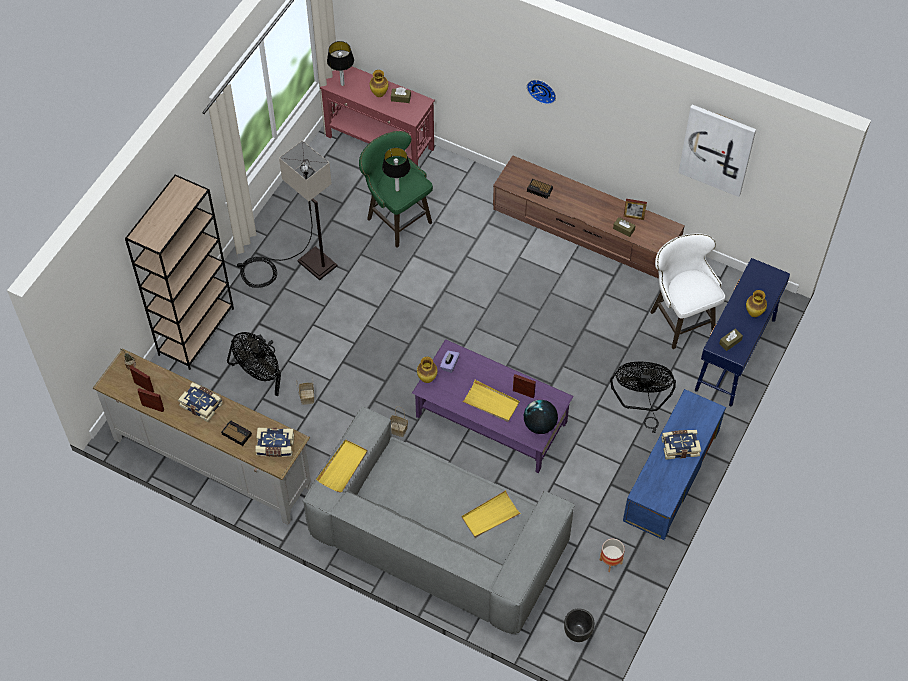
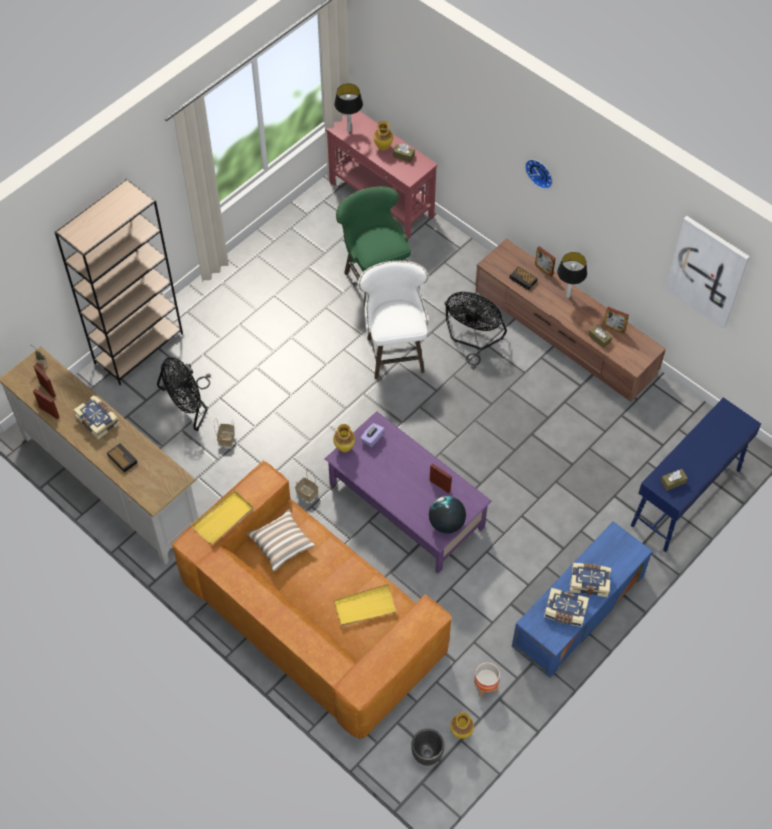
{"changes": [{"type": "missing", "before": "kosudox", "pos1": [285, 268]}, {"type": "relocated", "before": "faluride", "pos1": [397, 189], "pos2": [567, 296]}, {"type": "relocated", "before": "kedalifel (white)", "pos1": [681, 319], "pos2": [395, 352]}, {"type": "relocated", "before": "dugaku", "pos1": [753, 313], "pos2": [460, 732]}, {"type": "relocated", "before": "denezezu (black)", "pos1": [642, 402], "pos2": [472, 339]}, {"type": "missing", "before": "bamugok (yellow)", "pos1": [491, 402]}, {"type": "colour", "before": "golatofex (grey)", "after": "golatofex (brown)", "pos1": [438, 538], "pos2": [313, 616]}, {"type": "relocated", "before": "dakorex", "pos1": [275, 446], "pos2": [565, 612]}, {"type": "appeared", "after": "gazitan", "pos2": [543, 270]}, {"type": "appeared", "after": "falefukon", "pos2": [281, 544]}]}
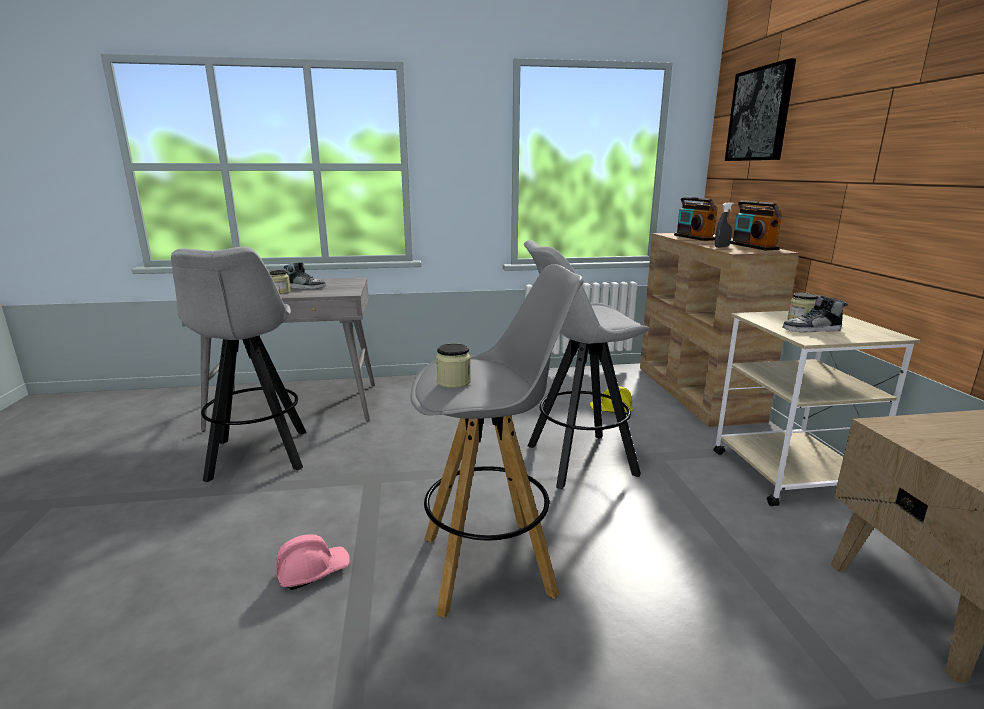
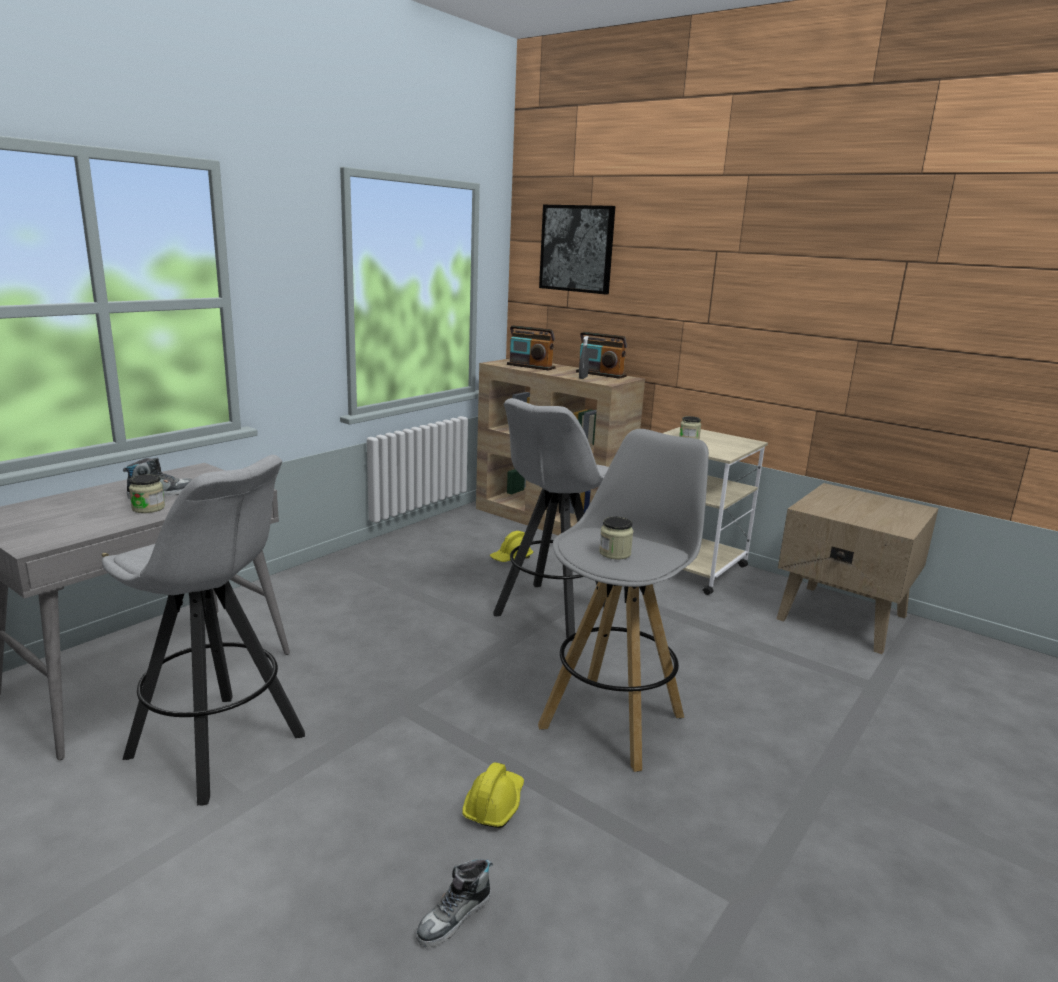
{"changes": [{"type": "relocated", "before": "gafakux", "pos1": [811, 330], "pos2": [454, 917]}, {"type": "colour", "before": "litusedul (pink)", "after": "litusedul (yellow)", "pos1": [313, 571], "pos2": [494, 804]}]}
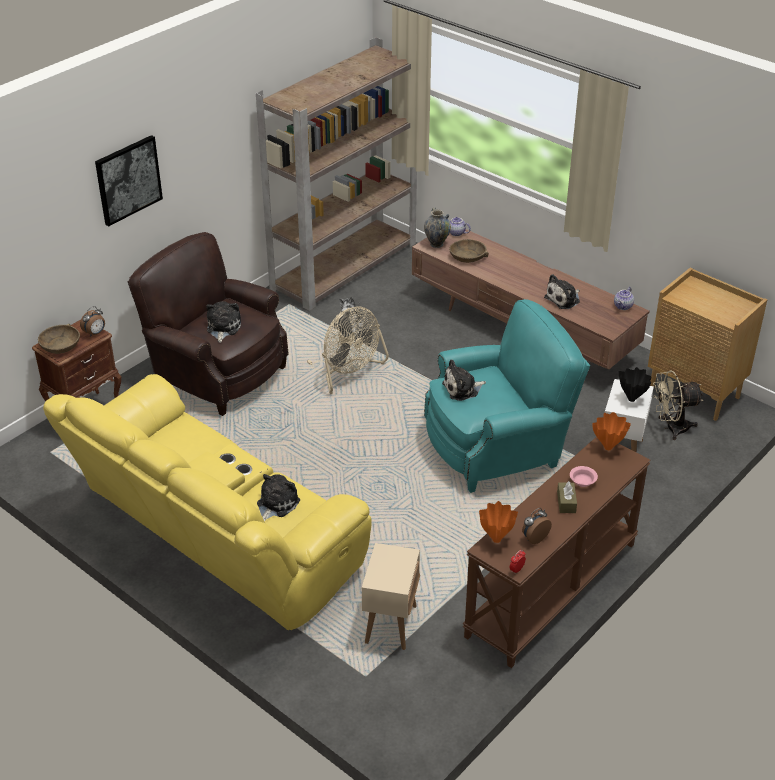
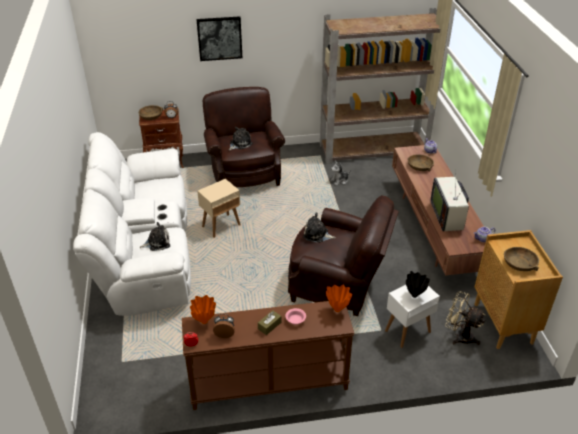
{"changes": [{"type": "missing", "before": "dugaku", "pos1": [436, 244]}, {"type": "exchanged", "before": "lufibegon", "after": "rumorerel", "pos1": [564, 299], "pos2": [448, 216]}, {"type": "colour", "before": "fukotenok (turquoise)", "after": "fukotenok (brown)", "pos1": [498, 446], "pos2": [338, 285]}, {"type": "missing", "before": "denezezu (beige)", "pos1": [345, 373]}, {"type": "colour", "before": "golatofex (yellow)", "after": "golatofex (white)", "pos1": [213, 539], "pos2": [144, 250]}, {"type": "relocated", "before": "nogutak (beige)", "pos1": [391, 623], "pos2": [221, 225]}, {"type": "appeared", "after": "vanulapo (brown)", "pos2": [520, 263]}]}
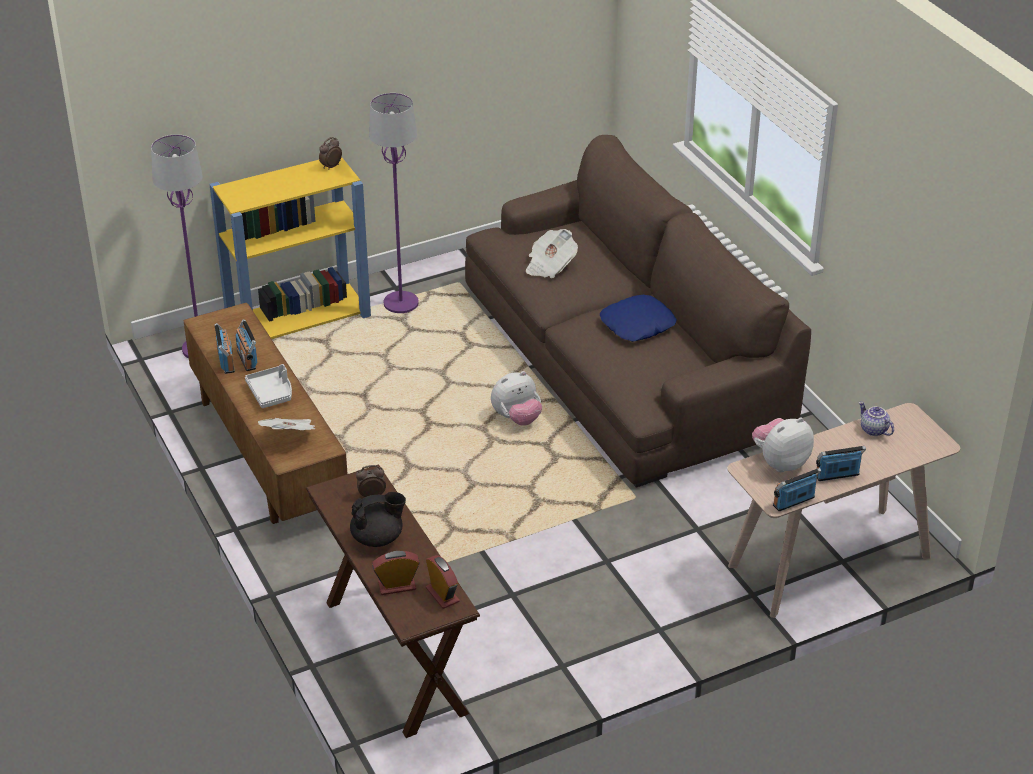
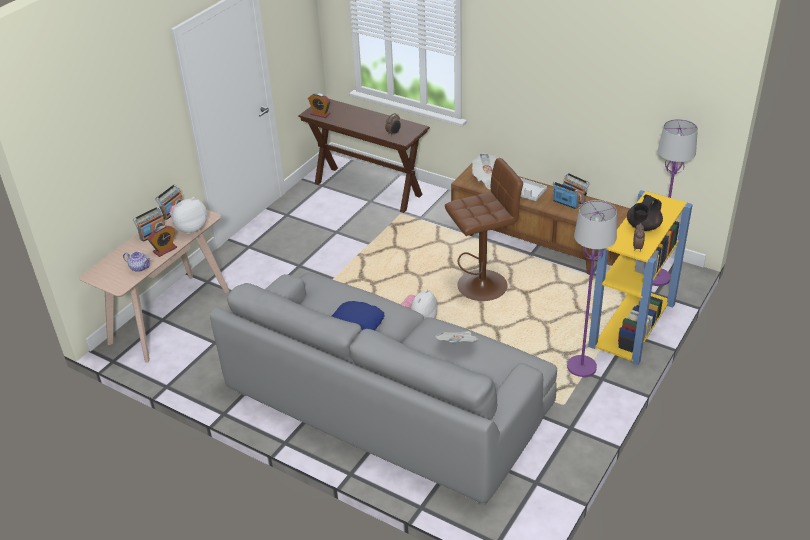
{"changes": [{"type": "colour", "before": "golatofex (brown)", "after": "golatofex (grey)", "pos1": [622, 357], "pos2": [388, 396]}, {"type": "spun", "before": "lufibegon", "pos1": [780, 462], "pos2": [190, 228], "turn": -150}, {"type": "relocated", "before": "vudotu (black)", "pos1": [378, 538], "pos2": [643, 227]}, {"type": "relocated", "before": "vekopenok", "pos1": [397, 586], "pos2": [165, 250]}, {"type": "appeared", "after": "kedalifel (brown)", "pos2": [483, 285]}]}
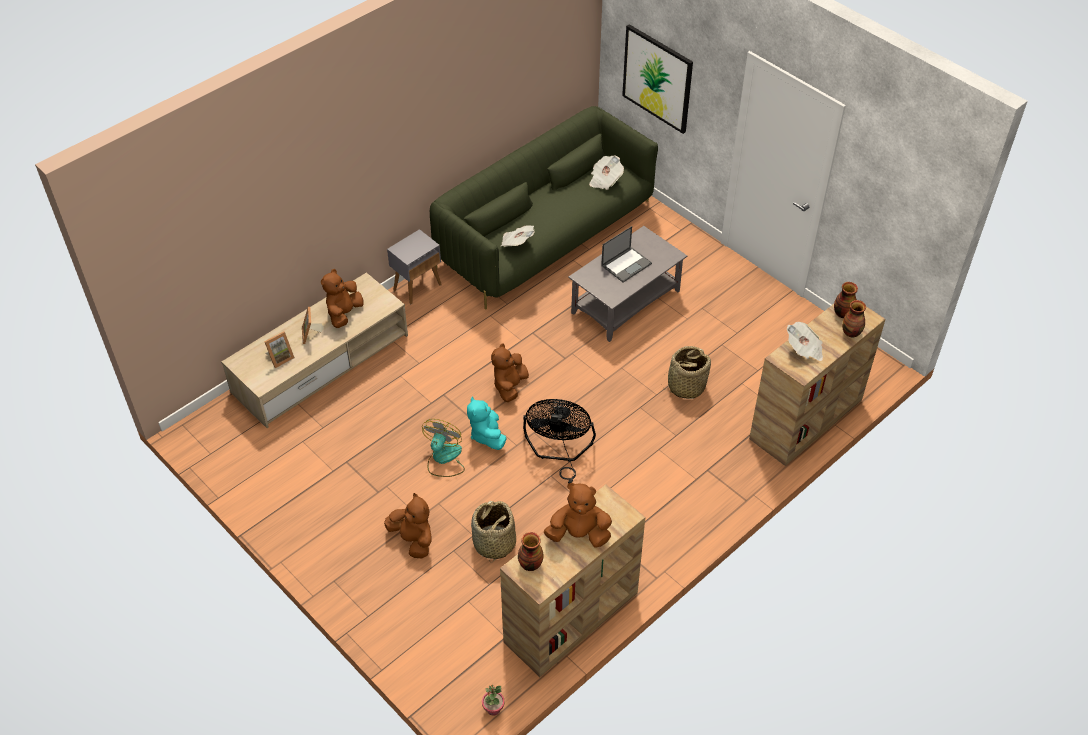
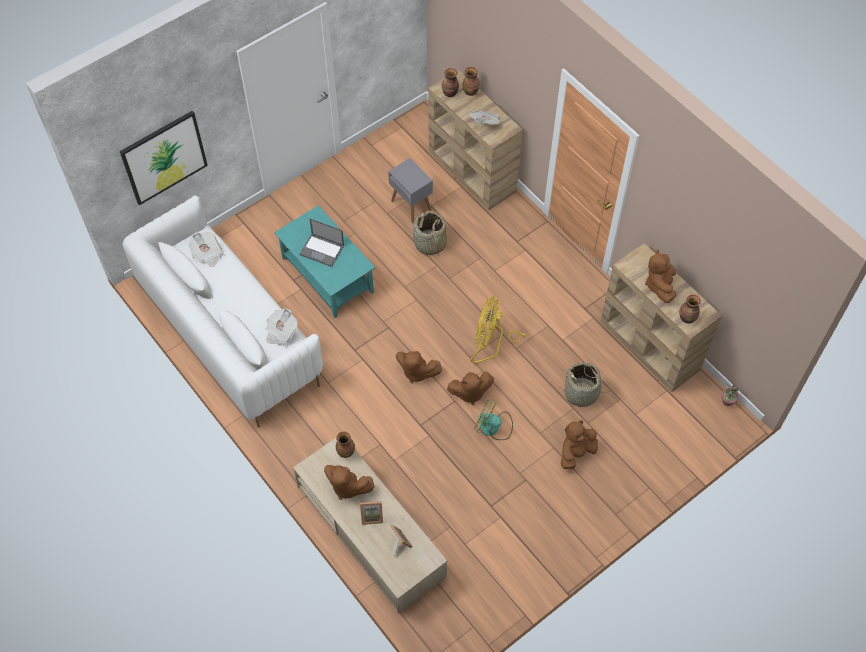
{"changes": [{"type": "colour", "before": "golatofex (green)", "after": "golatofex (white)", "pos1": [546, 235], "pos2": [229, 329]}, {"type": "colour", "before": "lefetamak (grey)", "after": "lefetamak (turquoise)", "pos1": [626, 301], "pos2": [326, 275]}, {"type": "spun", "before": "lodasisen", "pos1": [626, 264], "pos2": [322, 250], "turn": 150}, {"type": "relocated", "before": "nogutak (grey)", "pos1": [418, 287], "pos2": [410, 205]}, {"type": "colour", "before": "lufibegon (turquoise)", "after": "lufibegon (brown)", "pos1": [487, 435], "pos2": [469, 392]}, {"type": "colour", "before": "denezezu (black)", "after": "denezezu (yellow)", "pos1": [559, 452], "pos2": [491, 340]}, {"type": "appeared", "after": "dugaku", "pos2": [346, 451]}]}
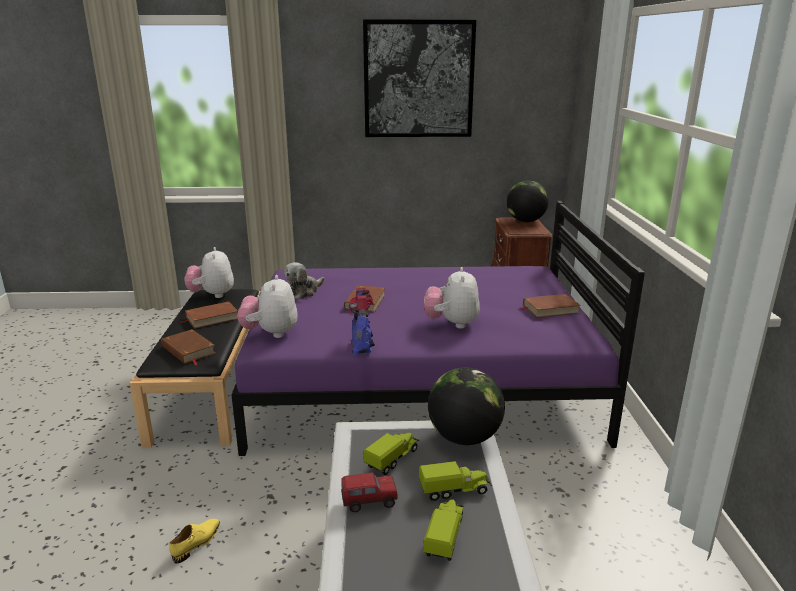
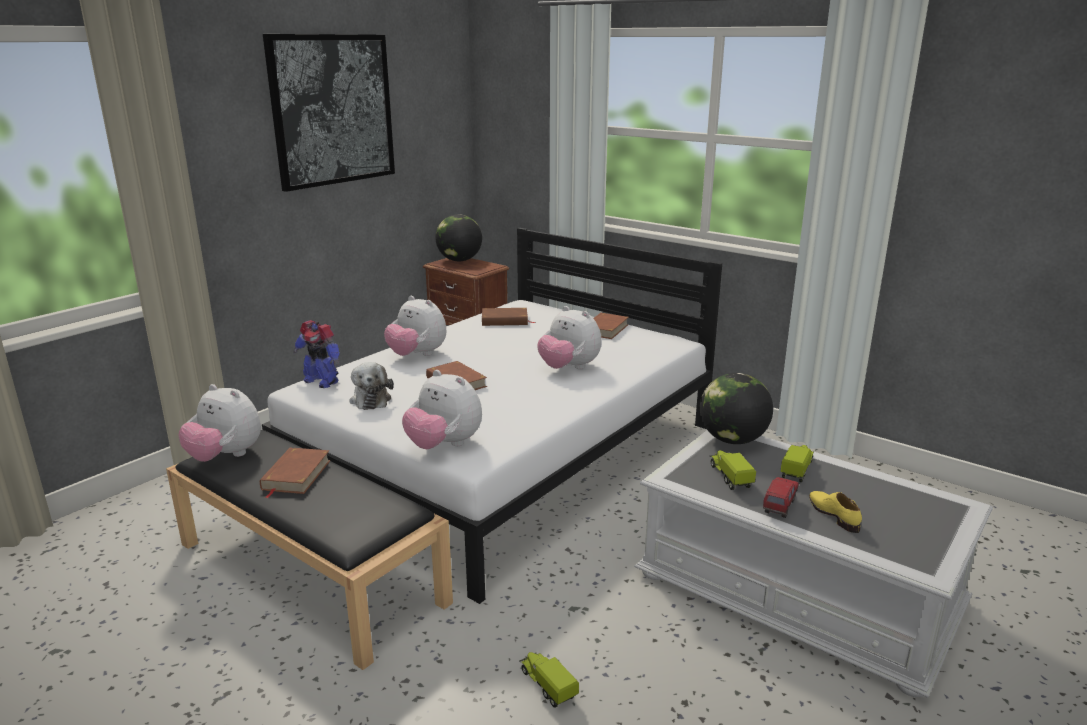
{"changes": [{"type": "colour", "before": "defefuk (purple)", "after": "defefuk (white)", "pos1": [420, 383], "pos2": [506, 456]}, {"type": "relocated", "before": "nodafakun", "pos1": [362, 347], "pos2": [321, 381]}, {"type": "relocated", "before": "dakorex (brown)", "pos1": [188, 350], "pos2": [505, 320]}, {"type": "relocated", "before": "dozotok", "pos1": [445, 537], "pos2": [547, 685]}, {"type": "relocated", "before": "gafakux (yellow)", "pos1": [197, 543], "pos2": [833, 515]}, {"type": "appeared", "after": "lufibegon", "pos2": [417, 355]}]}
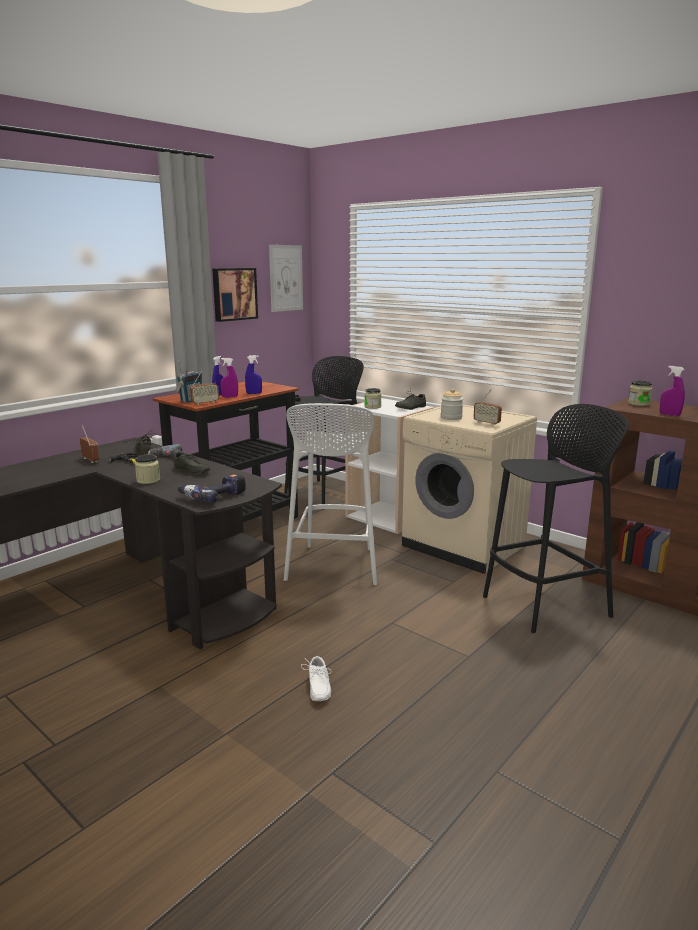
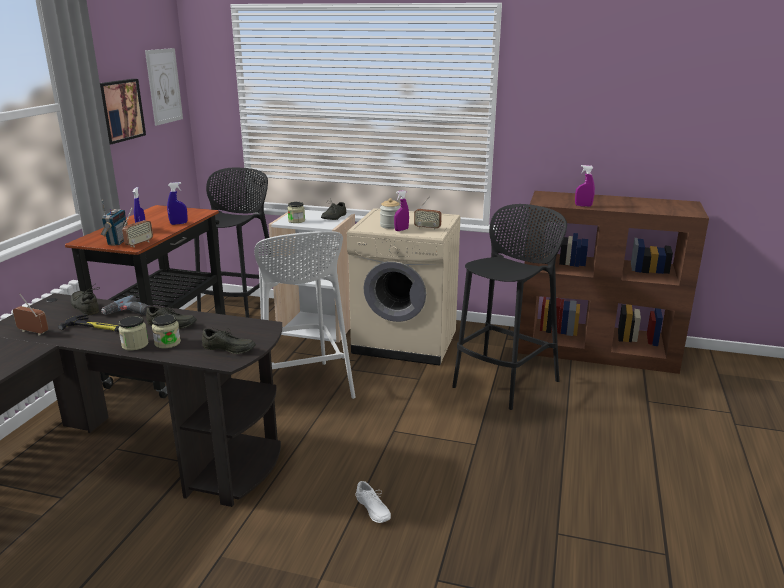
{"changes": [{"type": "relocated", "before": "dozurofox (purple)", "pos1": [230, 397], "pos2": [401, 230]}, {"type": "relocated", "before": "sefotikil", "pos1": [638, 404], "pos2": [167, 343]}, {"type": "exchanged", "before": "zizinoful", "after": "gafakux (grey)", "pos1": [213, 496], "pos2": [228, 349]}]}
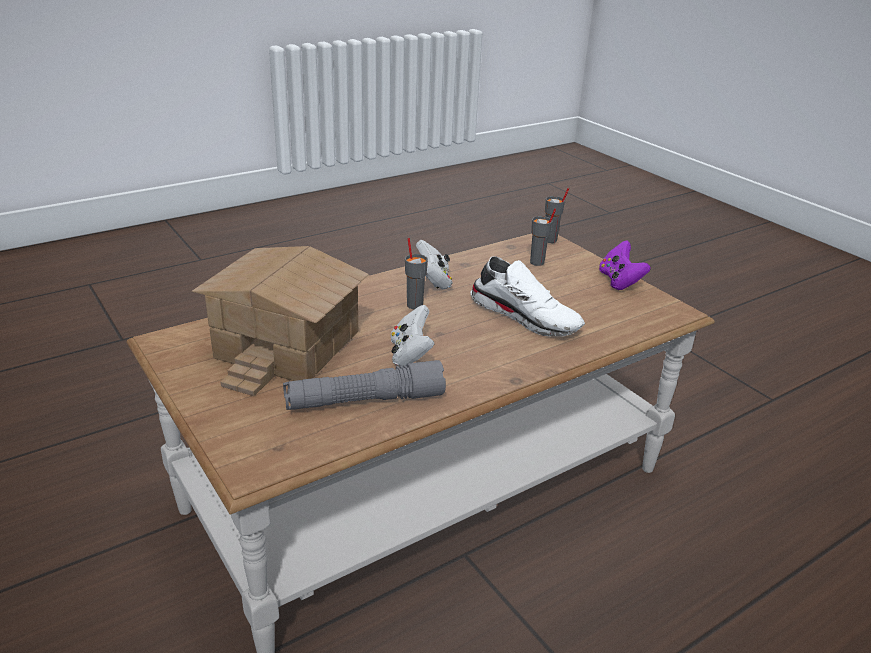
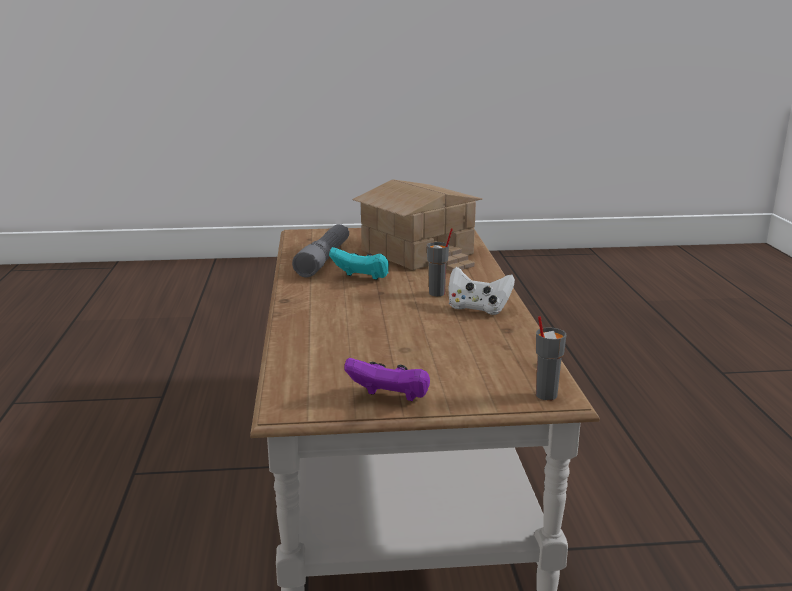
{"changes": [{"type": "missing", "before": "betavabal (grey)", "pos1": [537, 262]}, {"type": "missing", "before": "gafakux (white)", "pos1": [526, 316]}, {"type": "colour", "before": "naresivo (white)", "after": "naresivo (turquoise)", "pos1": [410, 354], "pos2": [361, 278]}]}
